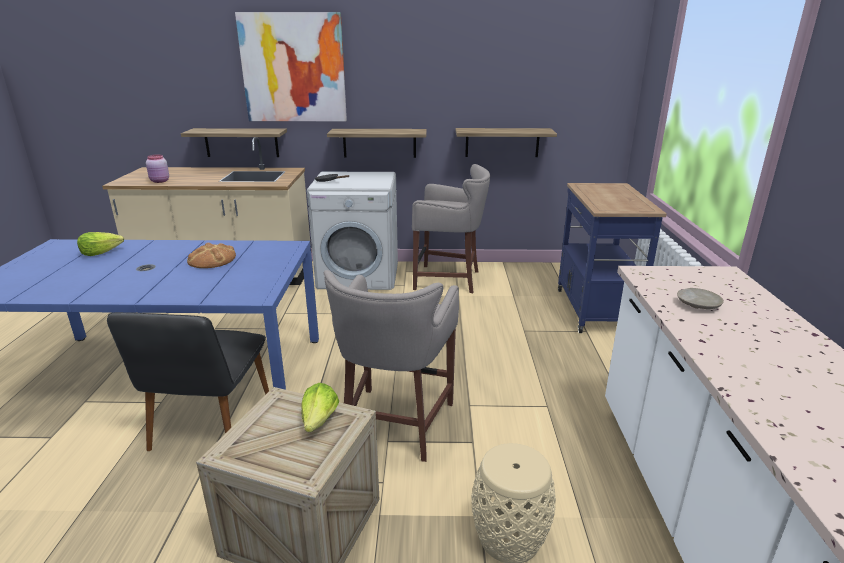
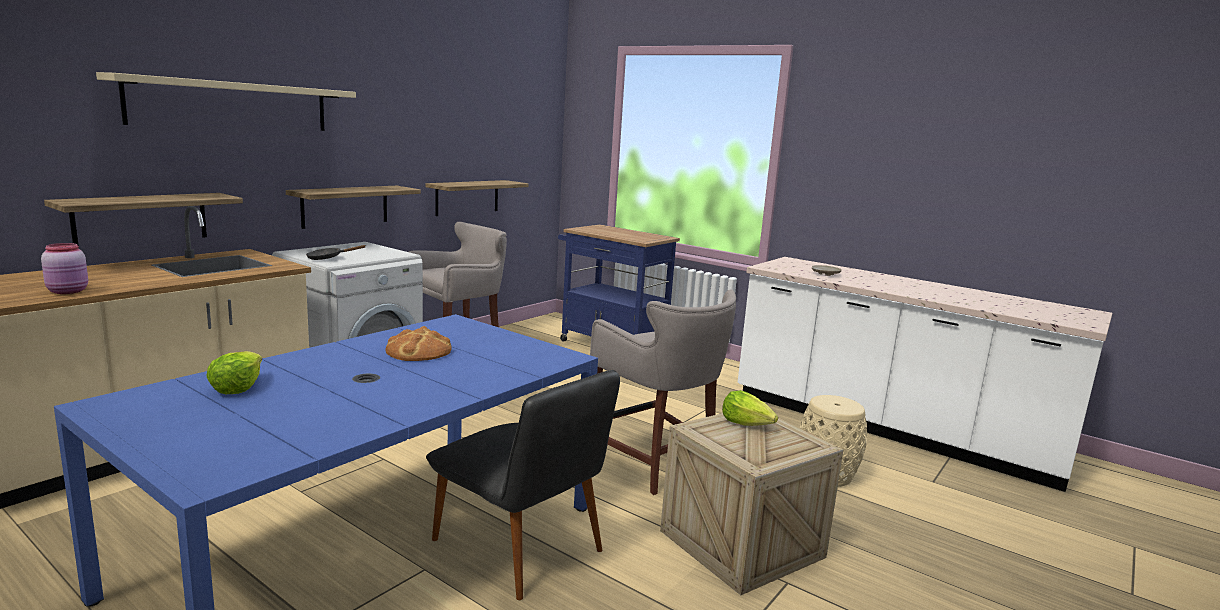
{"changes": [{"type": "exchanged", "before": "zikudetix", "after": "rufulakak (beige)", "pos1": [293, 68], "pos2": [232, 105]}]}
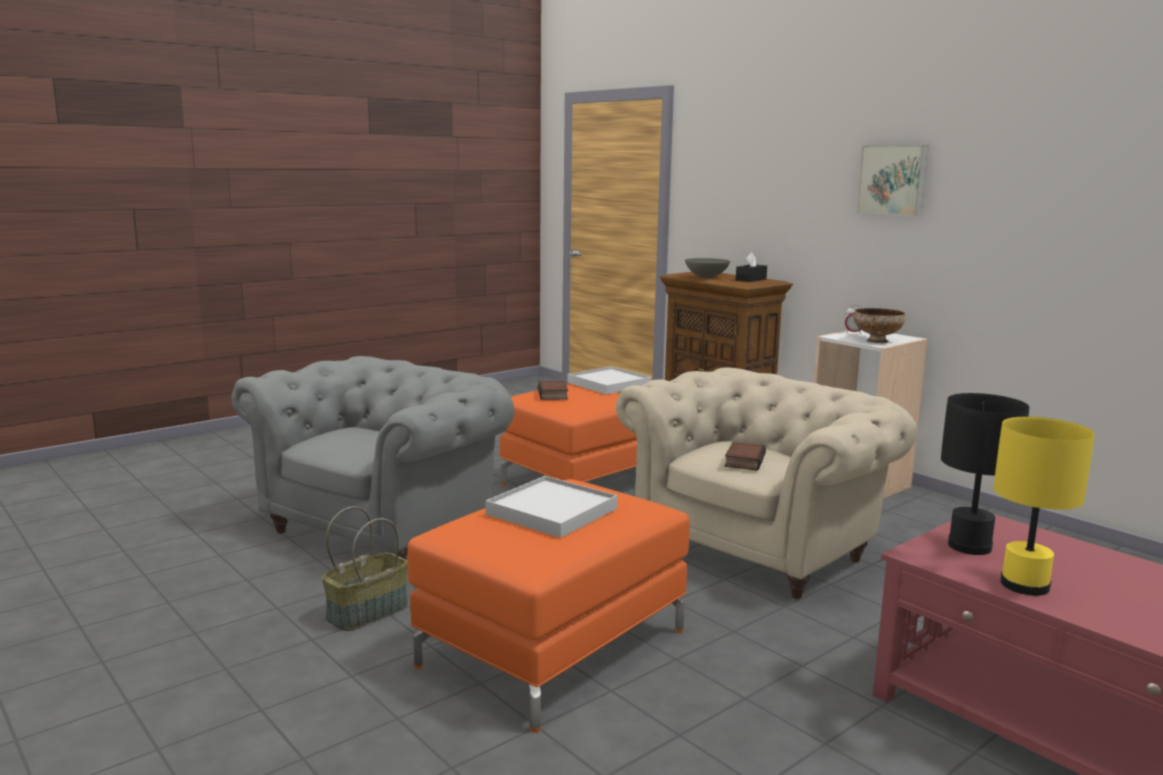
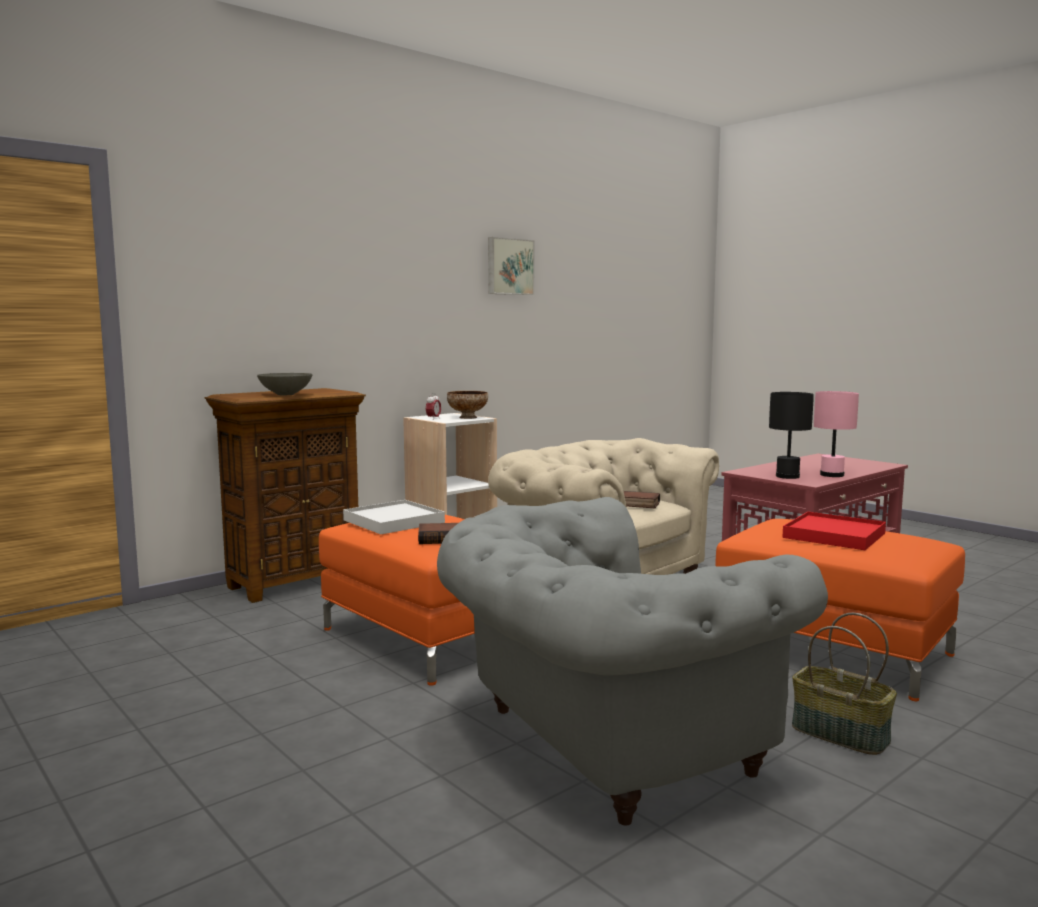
{"changes": [{"type": "relocated", "before": "zikudetix", "pos1": [893, 180], "pos2": [509, 266]}, {"type": "missing", "before": "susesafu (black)", "pos1": [751, 279]}, {"type": "spun", "before": "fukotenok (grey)", "pos1": [388, 527], "pos2": [598, 748], "turn": -60}, {"type": "colour", "before": "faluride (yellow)", "after": "faluride (pink)", "pos1": [1025, 585], "pos2": [832, 475]}, {"type": "colour", "before": "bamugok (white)", "after": "bamugok (red)", "pos1": [552, 511], "pos2": [834, 535]}]}
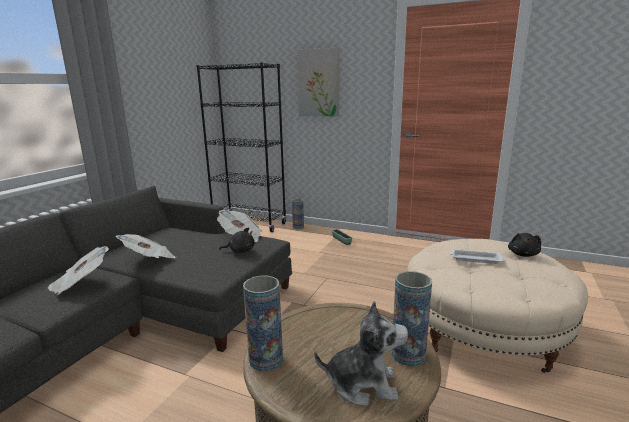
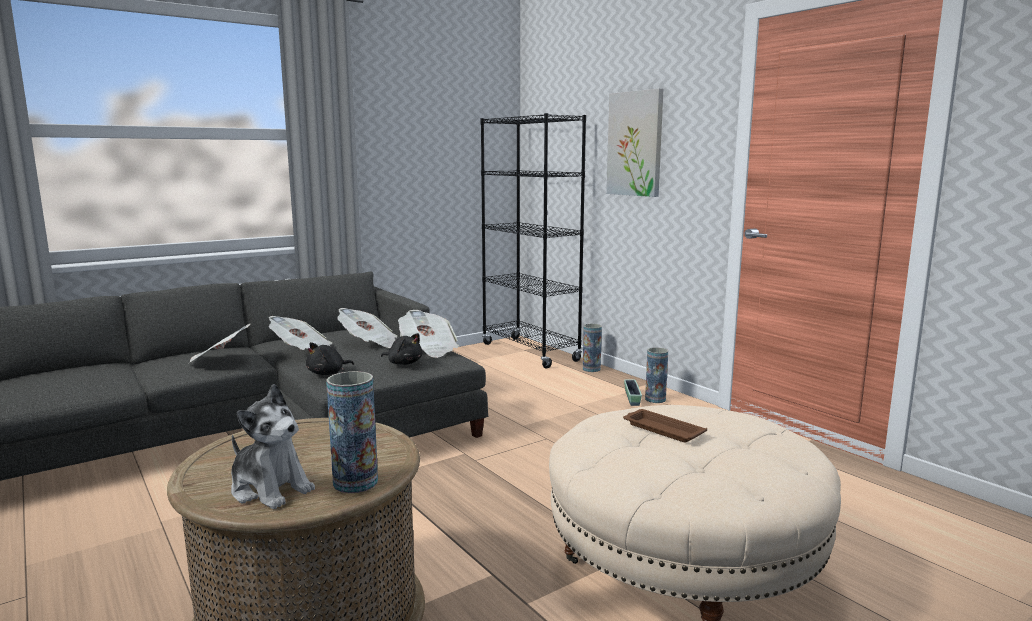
{"changes": [{"type": "relocated", "before": "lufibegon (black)", "pos1": [523, 254], "pos2": [328, 373]}, {"type": "colour", "before": "bamugok (white)", "after": "bamugok (brown)", "pos1": [475, 259], "pos2": [662, 430]}, {"type": "relocated", "before": "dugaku", "pos1": [266, 359], "pos2": [655, 399]}, {"type": "appeared", "after": "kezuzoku", "pos2": [369, 343]}]}
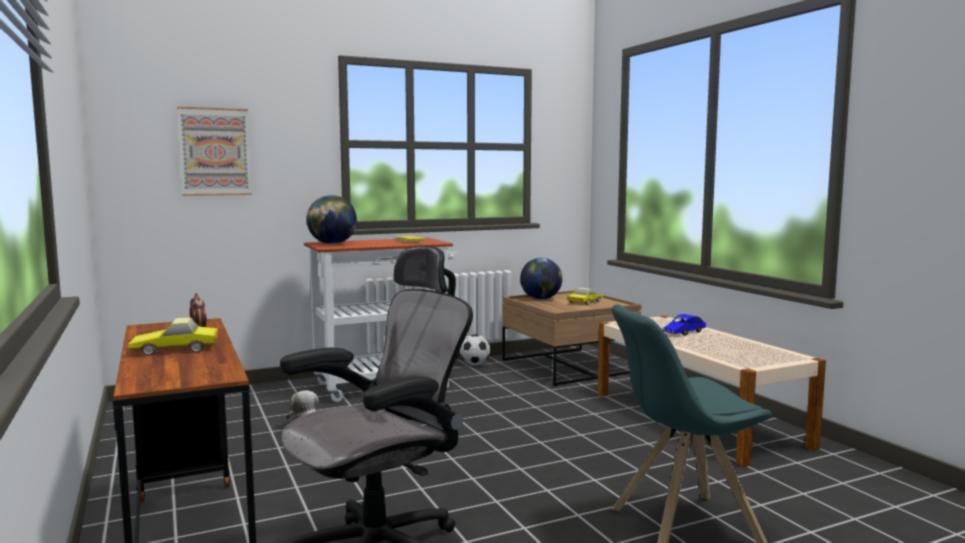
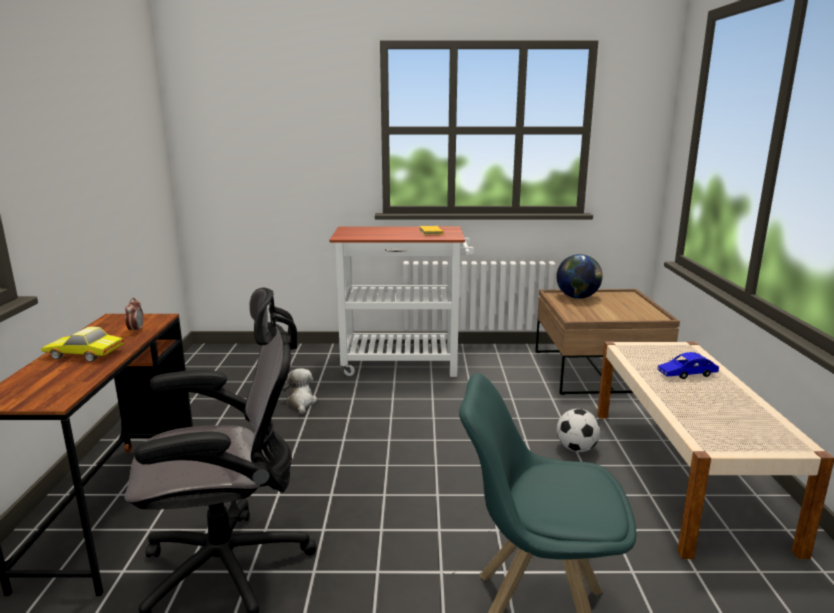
{"changes": [{"type": "missing", "before": "zikudetix", "pos1": [215, 152]}, {"type": "missing", "before": "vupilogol", "pos1": [332, 244]}, {"type": "missing", "before": "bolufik", "pos1": [584, 302]}, {"type": "relocated", "before": "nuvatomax", "pos1": [475, 364], "pos2": [576, 449]}]}
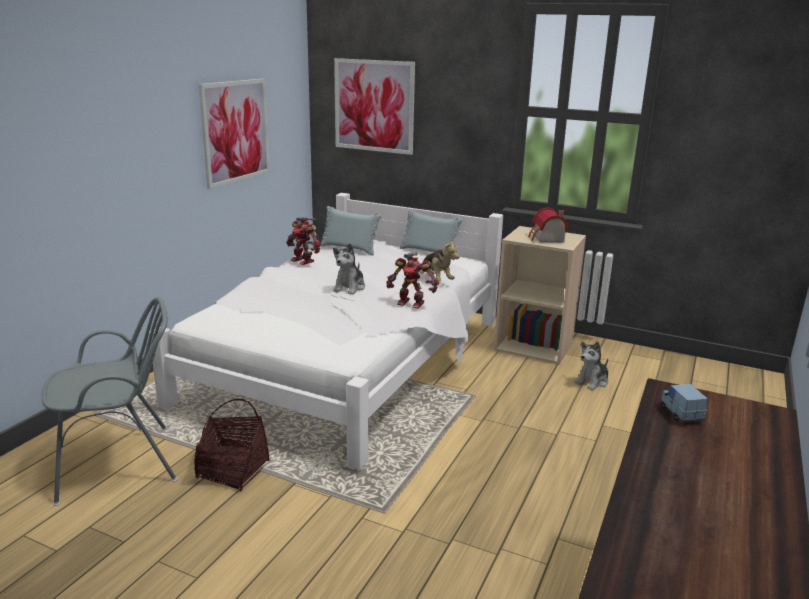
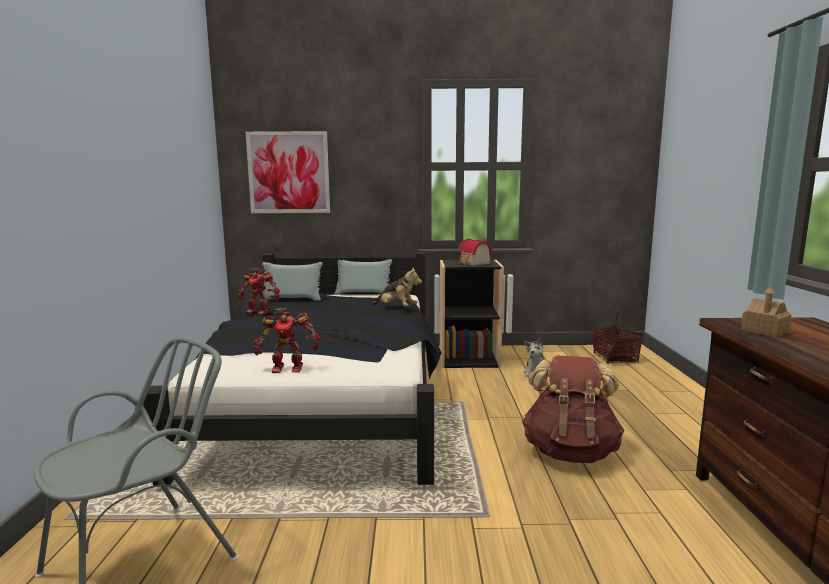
{"changes": [{"type": "missing", "before": "zikudetix", "pos1": [236, 131]}, {"type": "colour", "before": "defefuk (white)", "after": "defefuk (black)", "pos1": [347, 363], "pos2": [327, 402]}, {"type": "colour", "before": "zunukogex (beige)", "after": "zunukogex (black)", "pos1": [534, 346], "pos2": [469, 359]}, {"type": "missing", "before": "lufibegon", "pos1": [349, 288]}, {"type": "relocated", "before": "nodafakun", "pos1": [411, 303], "pos2": [288, 368]}, {"type": "exchanged", "before": "bolufik (blue)", "after": "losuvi", "pos1": [681, 414], "pos2": [764, 331]}, {"type": "relocated", "before": "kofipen", "pos1": [232, 470], "pos2": [615, 358]}, {"type": "appeared", "after": "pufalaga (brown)", "pos2": [570, 452]}]}
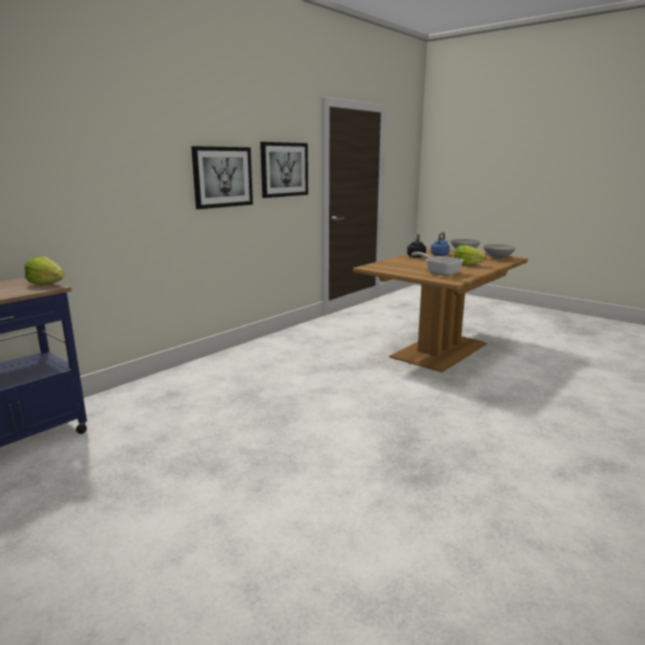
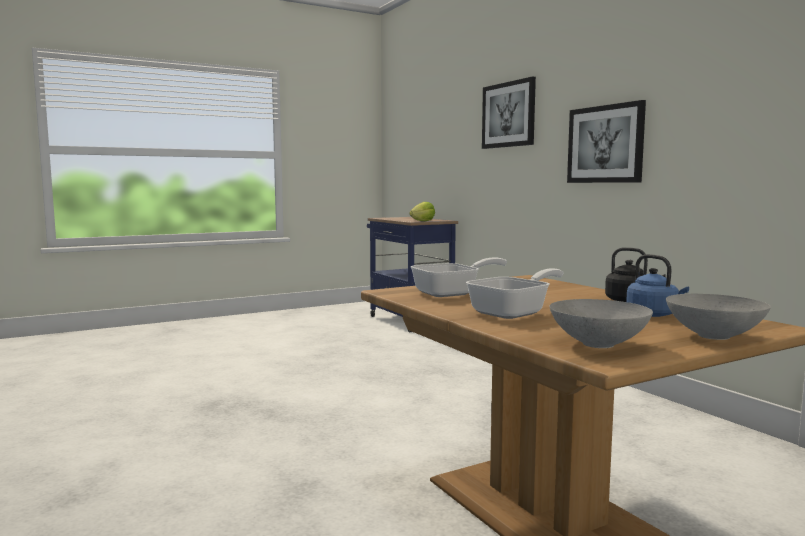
{"changes": [{"type": "relocated", "before": "zikudetix", "pos1": [284, 169], "pos2": [508, 114]}, {"type": "exchanged", "before": "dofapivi", "after": "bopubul", "pos1": [467, 264], "pos2": [514, 312]}]}
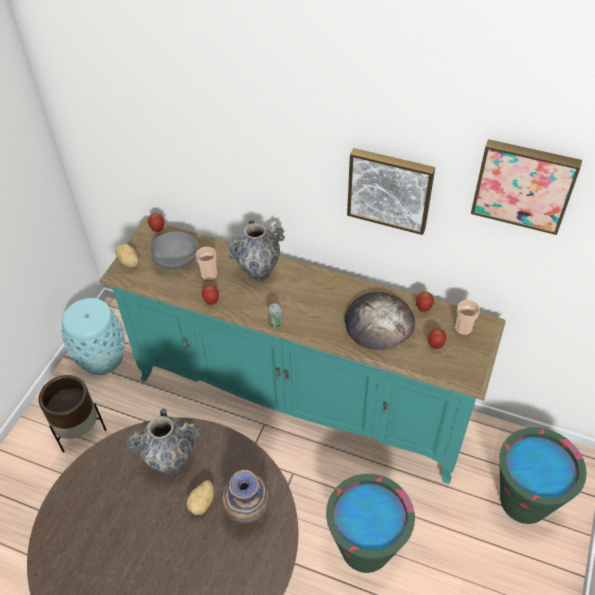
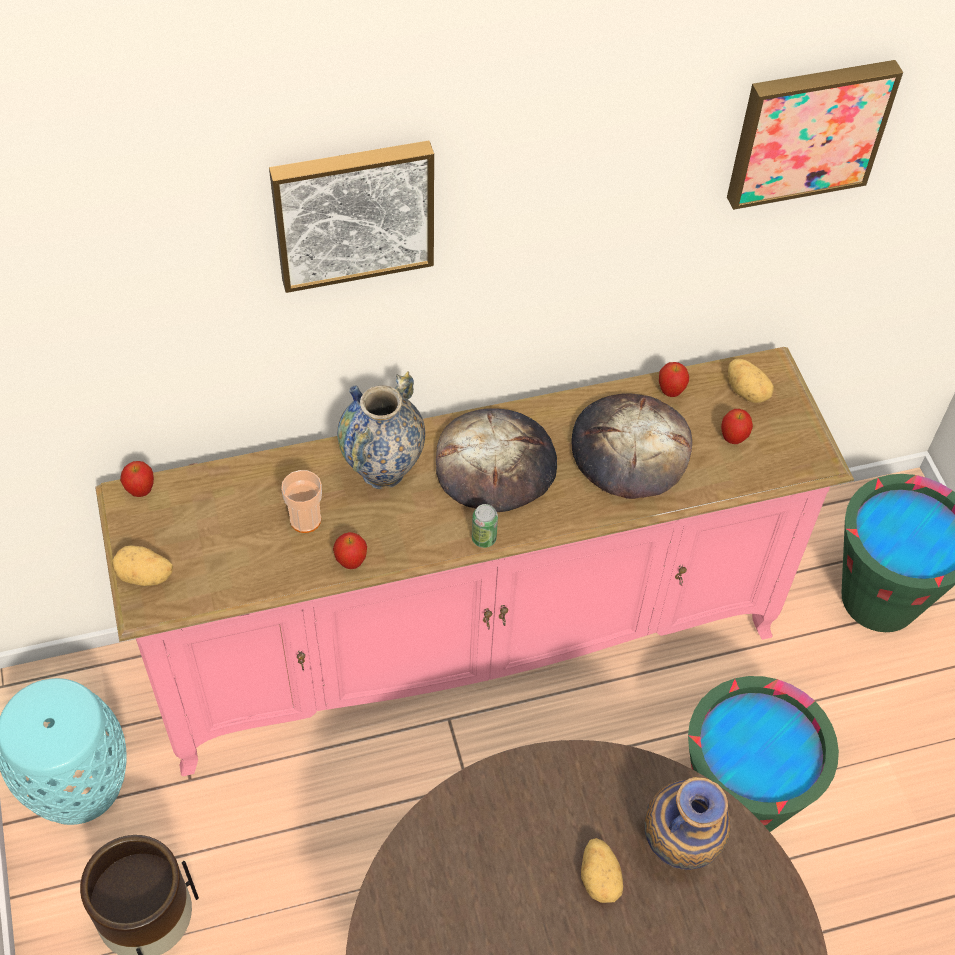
{"changes": [{"type": "relocated", "before": "zikudetix", "pos1": [390, 189], "pos2": [353, 212]}, {"type": "colour", "before": "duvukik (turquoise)", "after": "duvukik (pink)", "pos1": [299, 400], "pos2": [471, 647]}, {"type": "missing", "before": "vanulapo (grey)", "pos1": [176, 261]}, {"type": "exchanged", "before": "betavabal", "after": "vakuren", "pos1": [463, 328], "pos2": [747, 391]}, {"type": "missing", "before": "dugaku", "pos1": [171, 462]}, {"type": "appeared", "after": "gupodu", "pos2": [495, 464]}]}
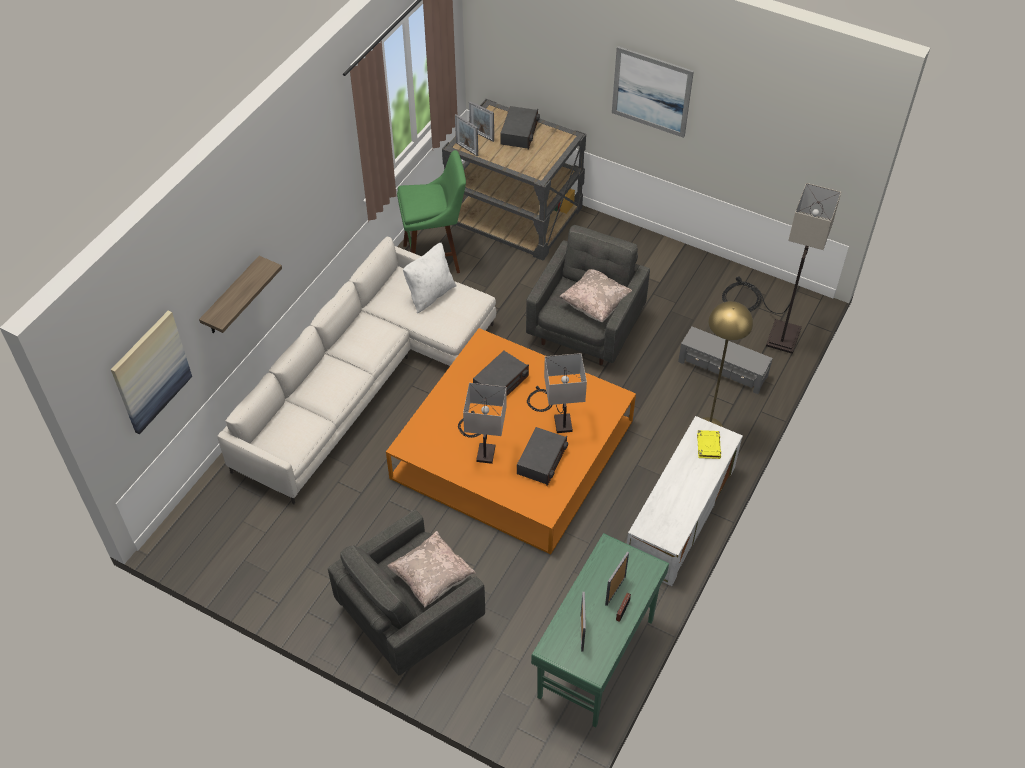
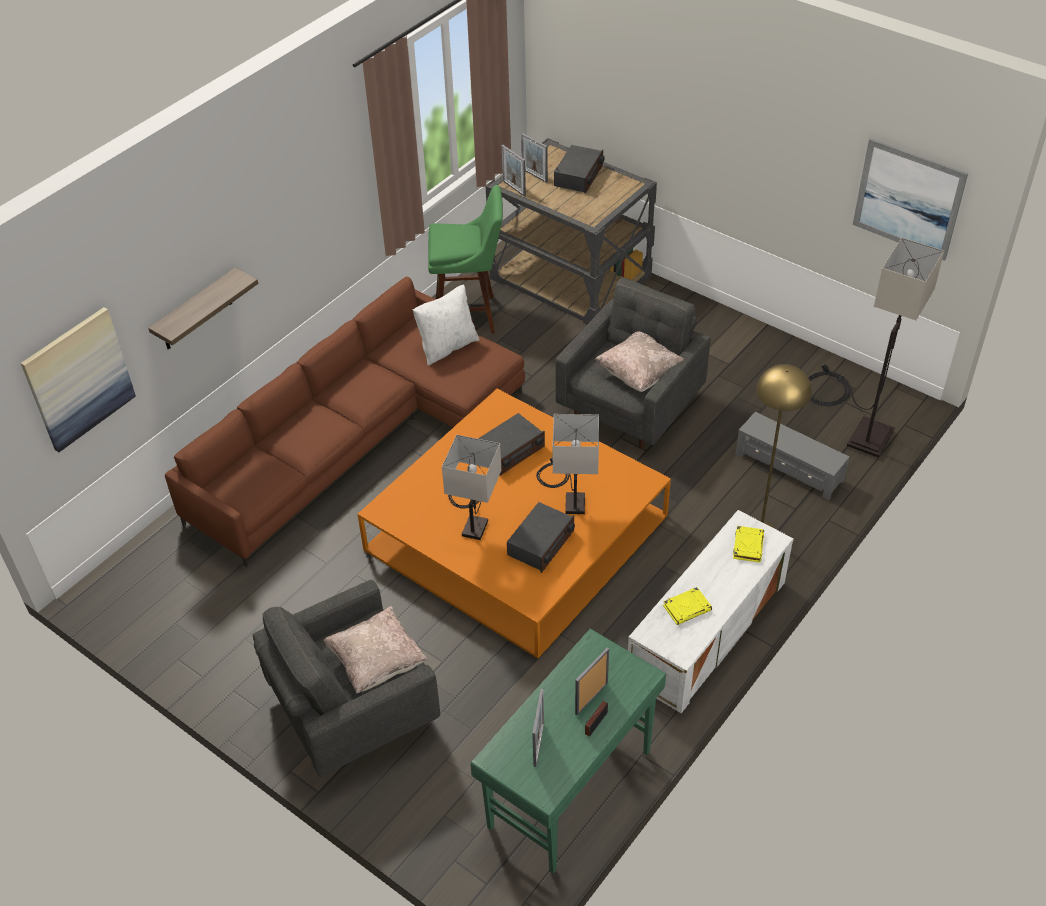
{"changes": [{"type": "relocated", "before": "zikudetix", "pos1": [651, 92], "pos2": [908, 199]}, {"type": "colour", "before": "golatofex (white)", "after": "golatofex (brown)", "pos1": [363, 378], "pos2": [358, 437]}, {"type": "appeared", "after": "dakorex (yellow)", "pos2": [687, 608]}]}
